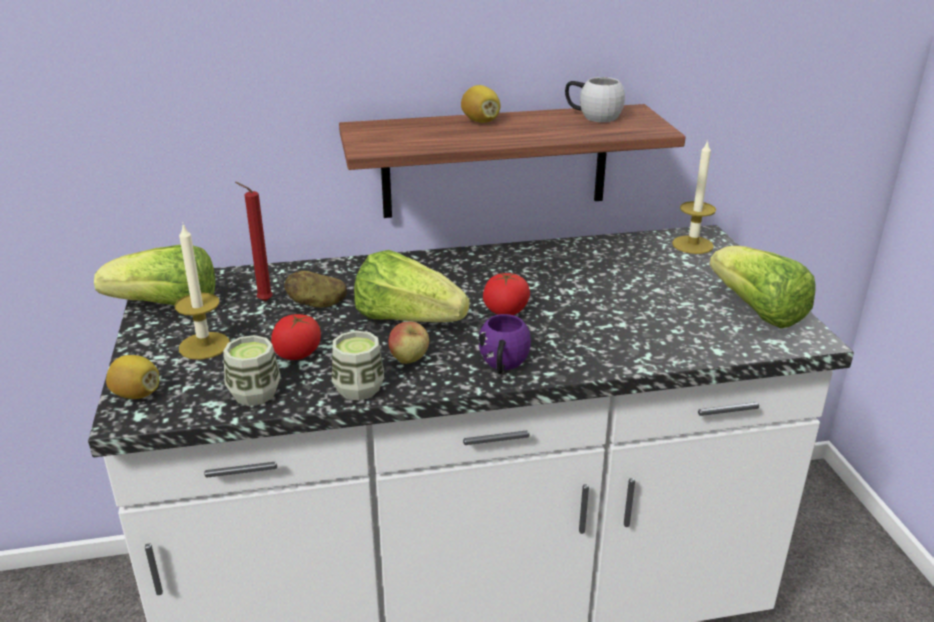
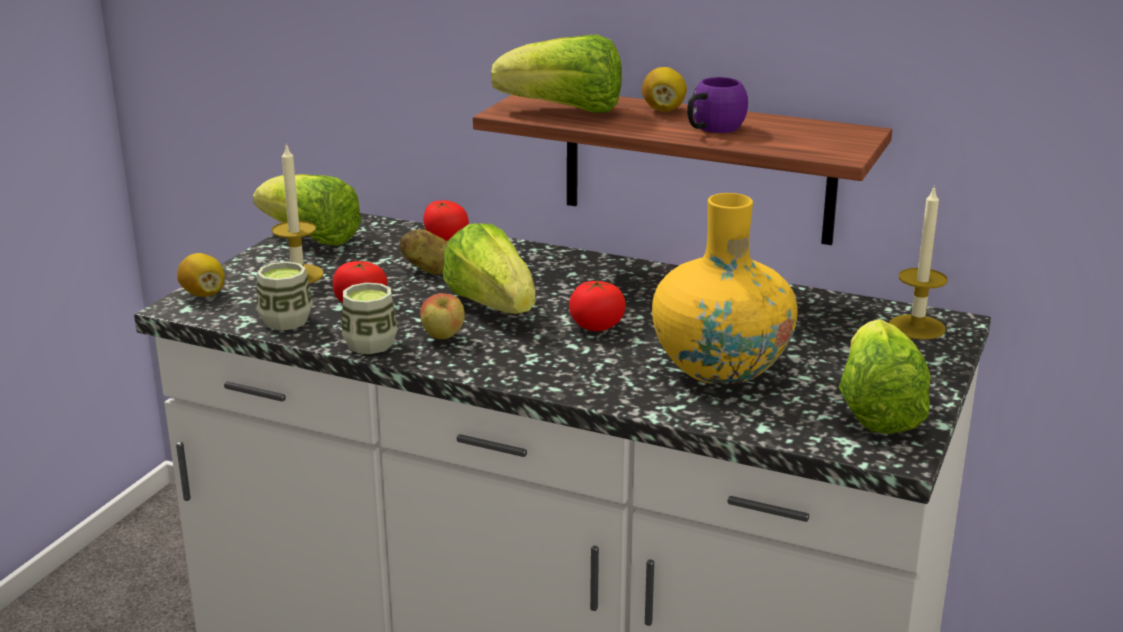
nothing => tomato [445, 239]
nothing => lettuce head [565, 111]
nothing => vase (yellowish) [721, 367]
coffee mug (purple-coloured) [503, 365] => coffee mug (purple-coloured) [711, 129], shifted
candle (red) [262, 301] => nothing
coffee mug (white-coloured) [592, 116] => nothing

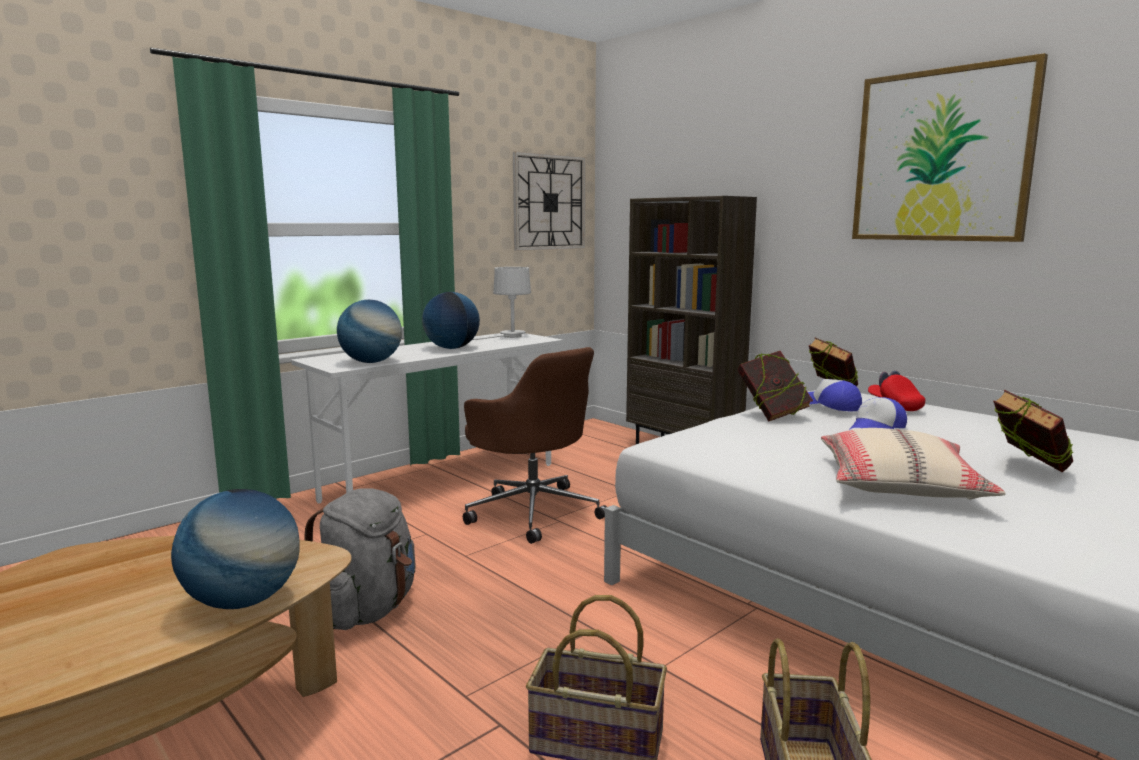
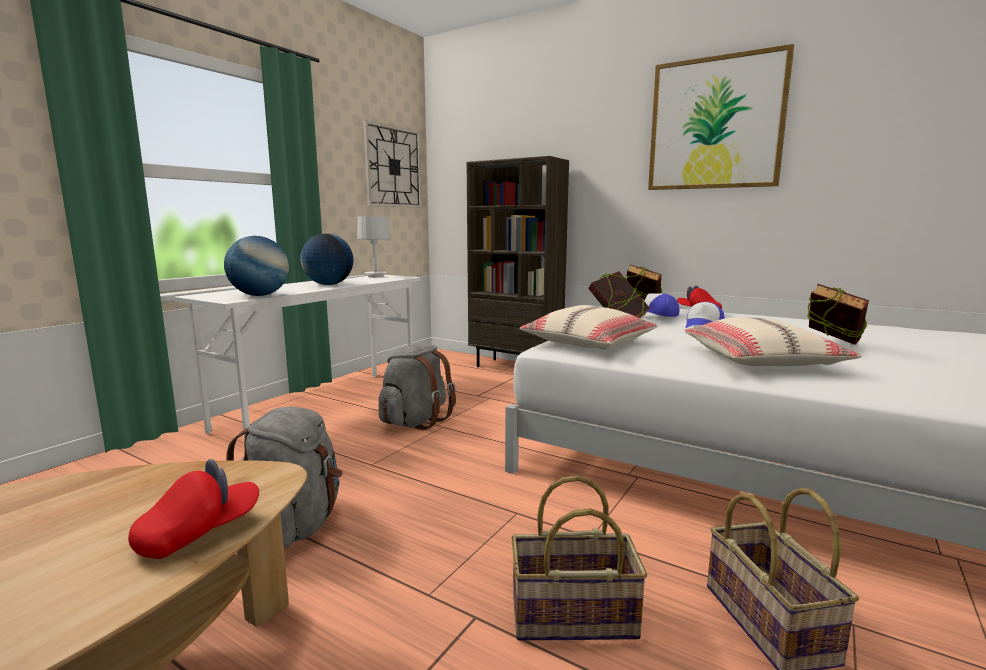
globe [243, 601] => peaked cap (red) [200, 533]
desk chair (brown-coloured) [533, 511] => knapsack (grey) [416, 421]
nothing => pillow (beige-coloured) [588, 343]

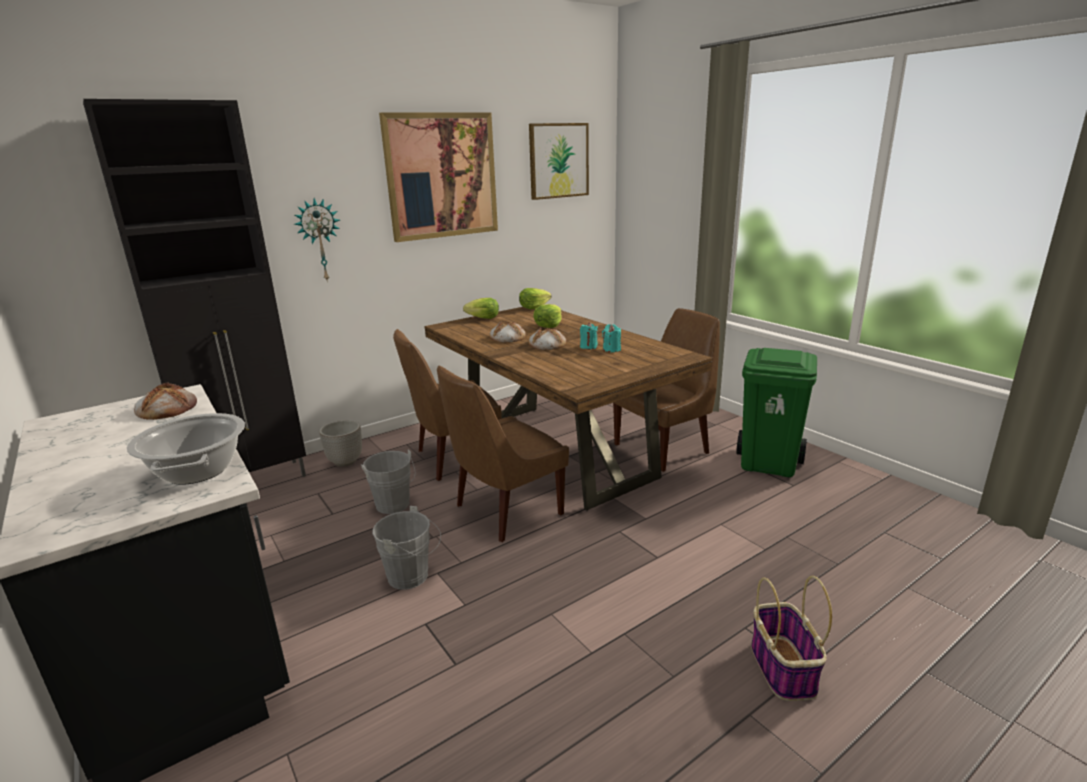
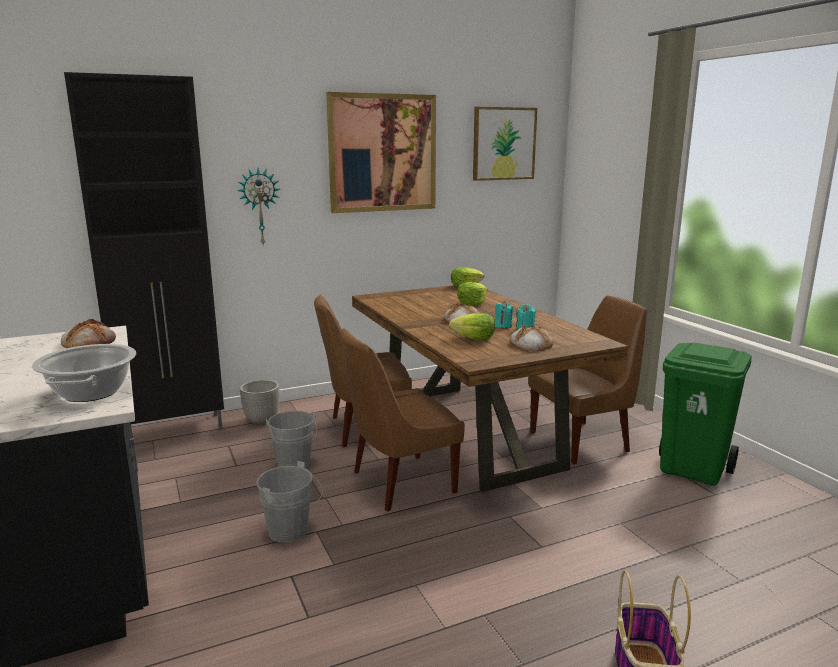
lettuce head [483, 318] => lettuce head [474, 339], shifted
bread [507, 337] => bread [530, 344], shifted

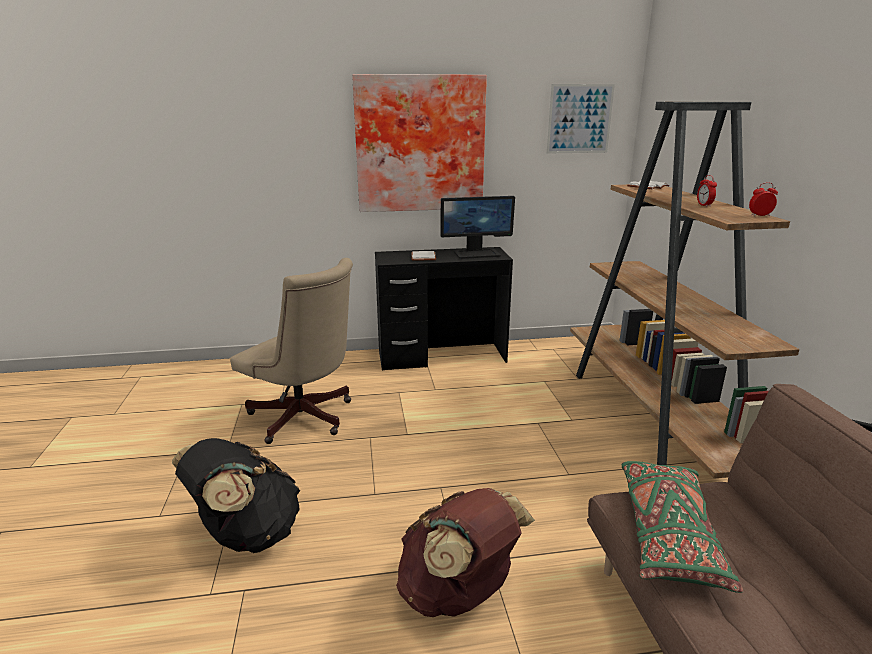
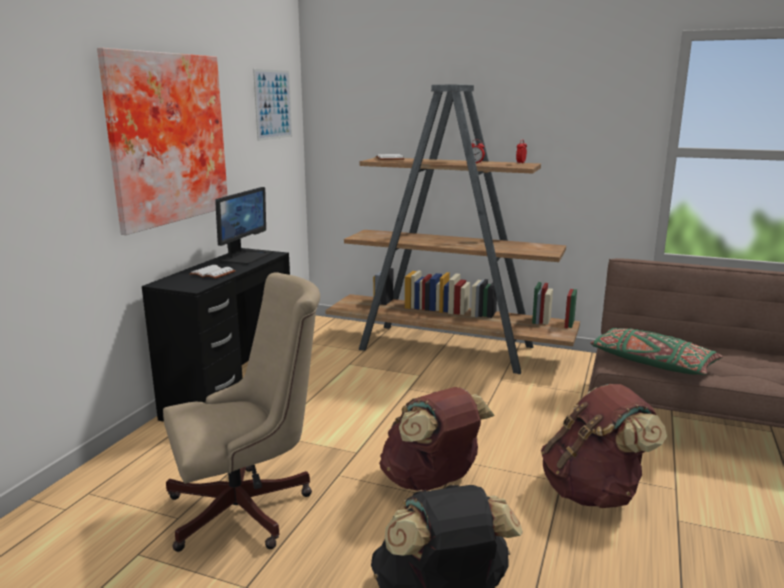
nothing => knapsack (brown-coloured) [432, 482]

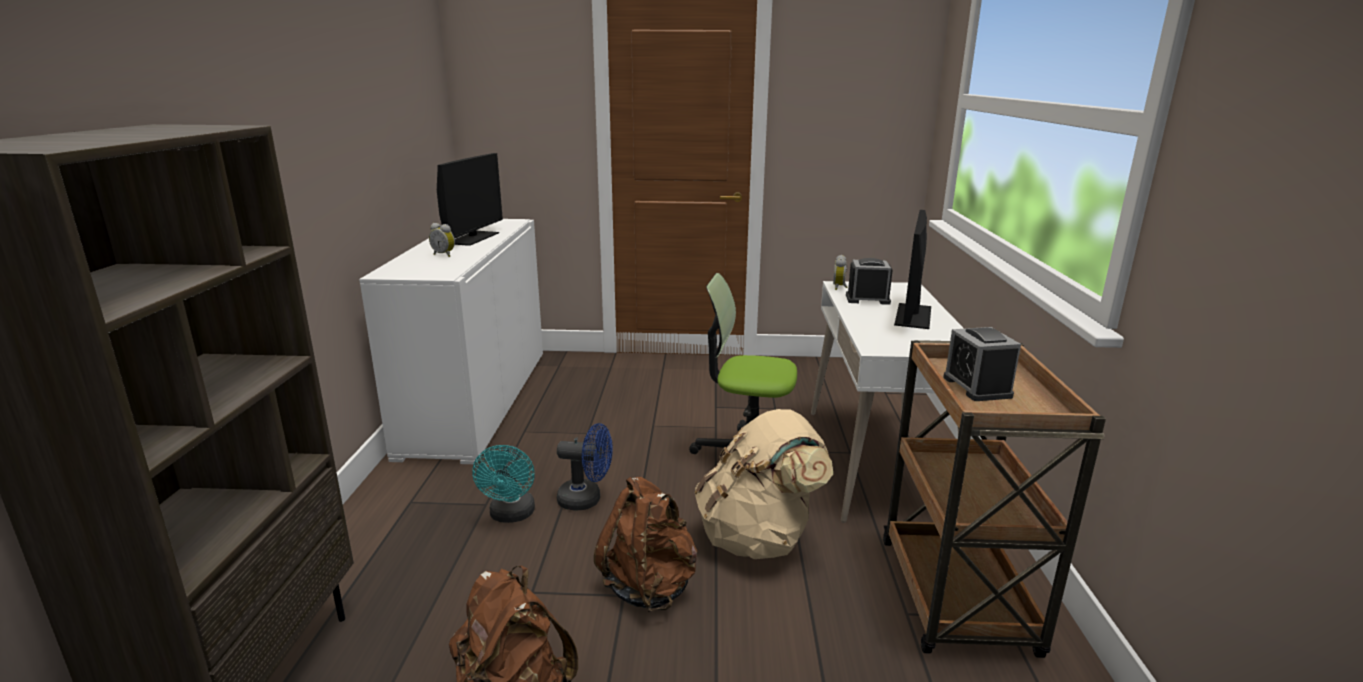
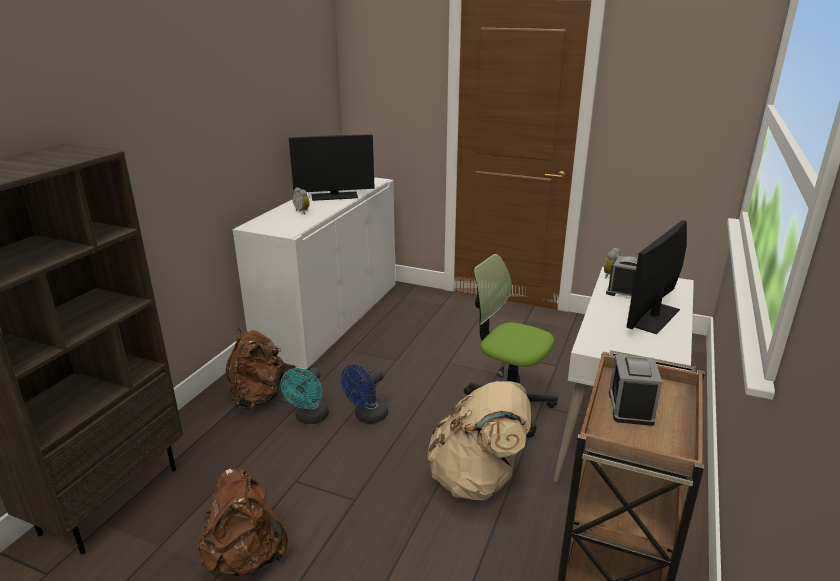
knapsack (brown-coloured) [649, 586] => knapsack (brown-coloured) [258, 397], shifted
computer display [473, 238] => computer display [334, 196], 45 degrees clockwise
fan (bluish) [586, 500] => fan (bluish) [367, 417], 105 degrees clockwise

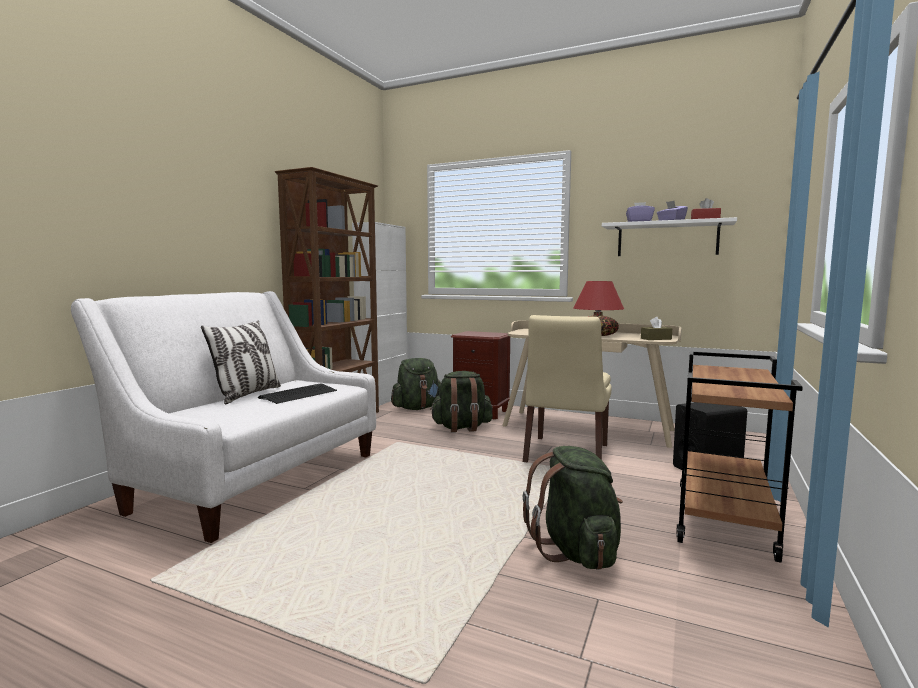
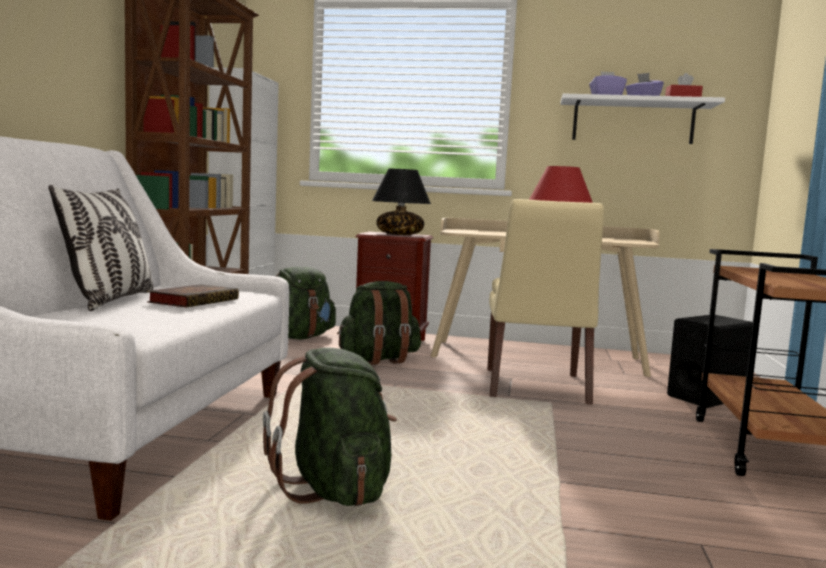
computer keyboard [299, 395] => bound book [195, 301]
knapsack (green-coloured) [576, 551] => knapsack (green-coloured) [335, 489], shifted
nothing => table lamp (black) [400, 234]
tissue holder (brown-coloured) [656, 339] => nothing

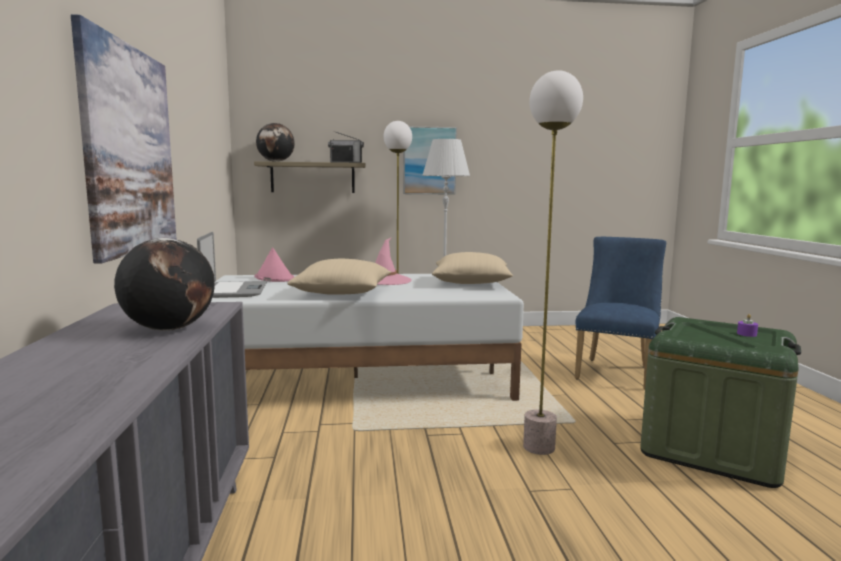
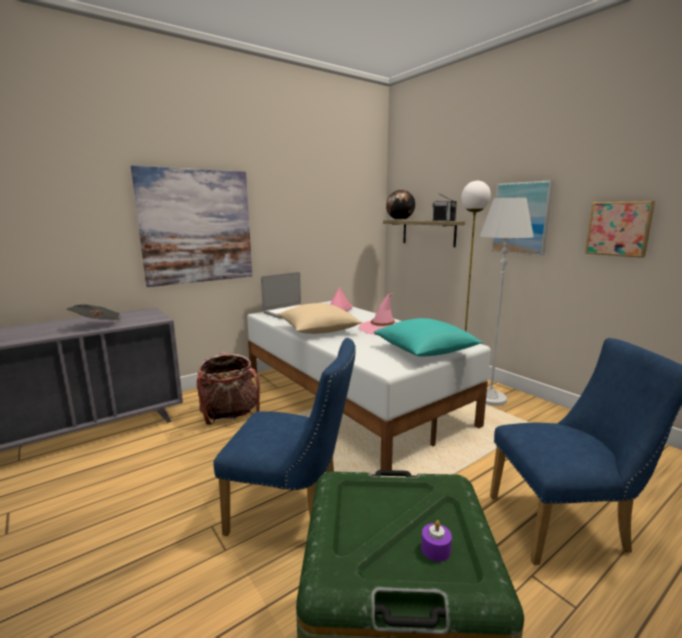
globe [168, 329] => daily paper [99, 325]
nothing => knapsack [230, 415]
floor lamp [539, 447] => plain chair (bluish) [294, 513]
pillow (beige-coloured) [471, 283] => pillow (blue-green) [425, 351]
nothing => wall art [619, 228]

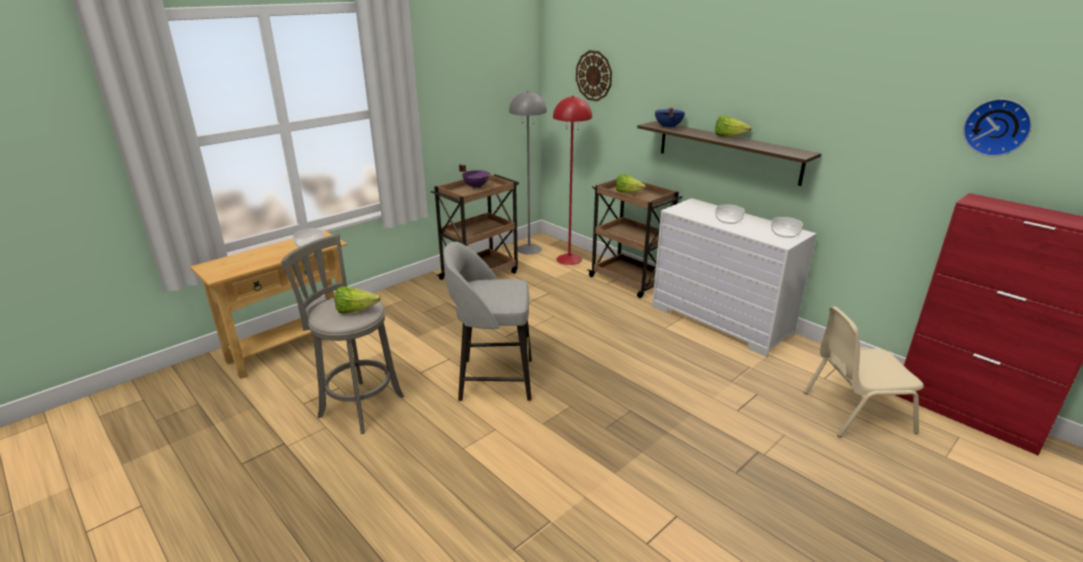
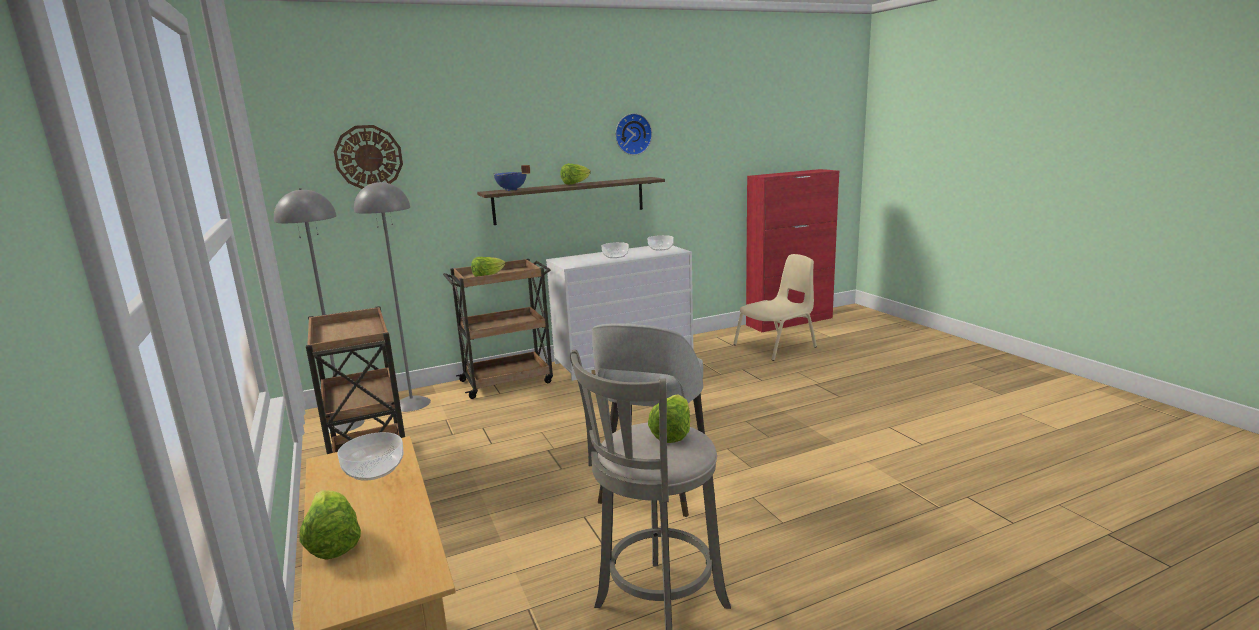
nothing => lettuce head [332, 543]
floor lamp (red) [569, 259] => floor lamp (grey) [412, 403]
hanging clock [997, 127] => hanging clock [632, 134], shifted
plain chair (beige-coloured) [855, 411] => plain chair (beige-coloured) [776, 346], 135 degrees counterclockwise
stockpot (purple-coloured) [476, 186] => nothing

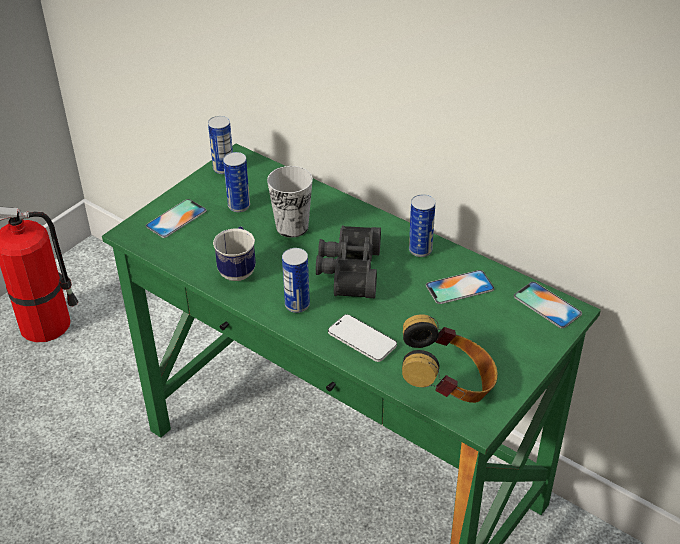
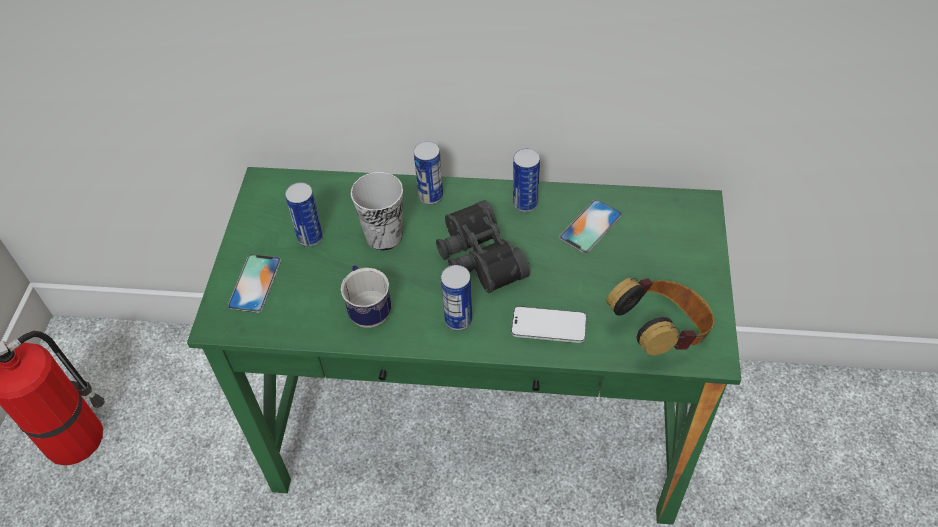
can [223, 168] => can [430, 196], shifted
phone [547, 305] => nothing

